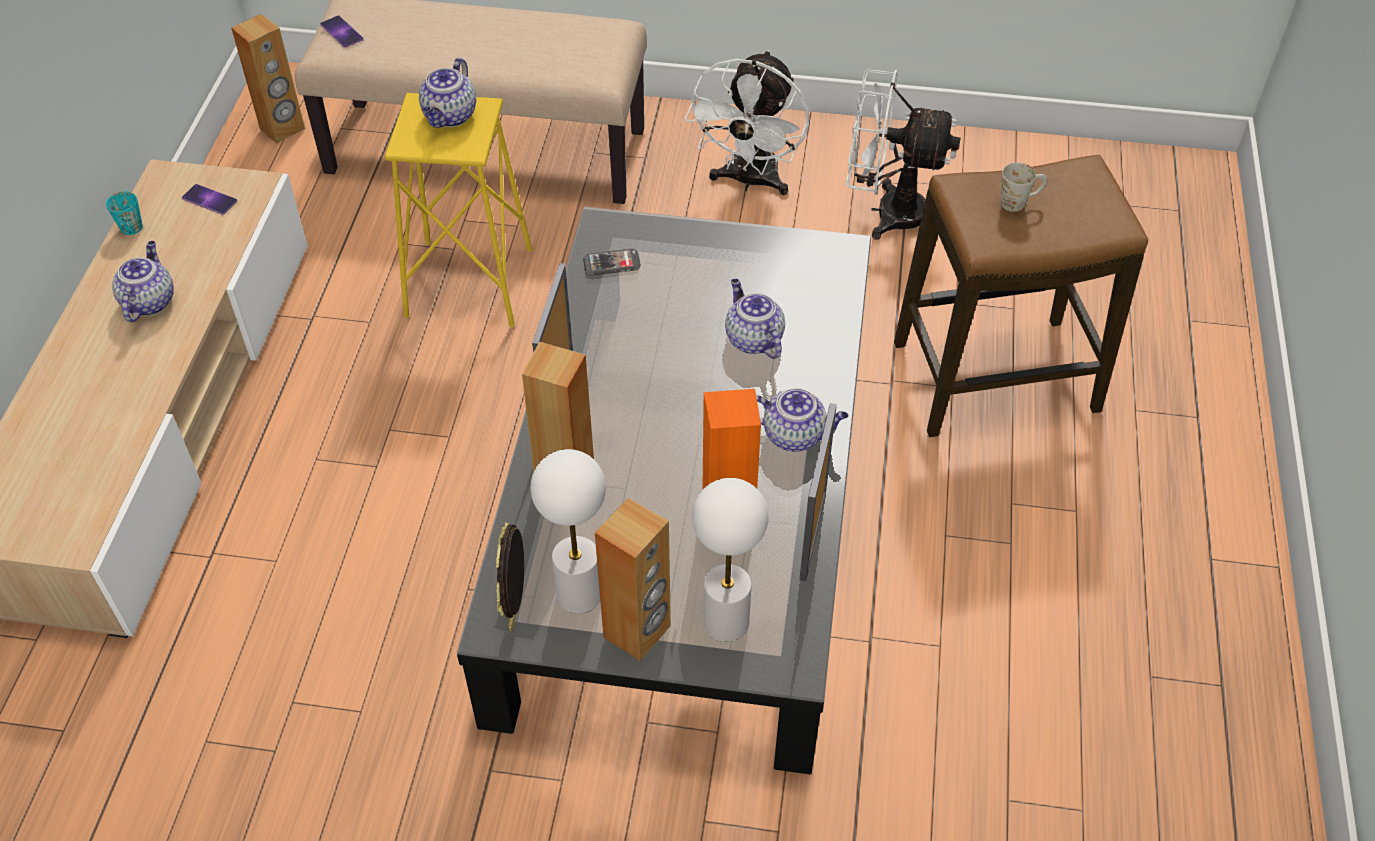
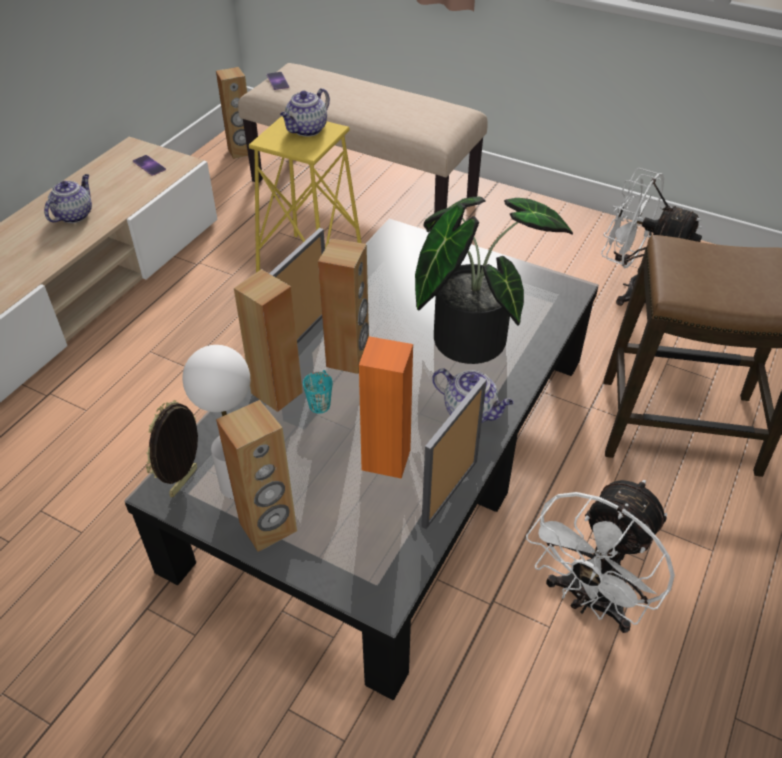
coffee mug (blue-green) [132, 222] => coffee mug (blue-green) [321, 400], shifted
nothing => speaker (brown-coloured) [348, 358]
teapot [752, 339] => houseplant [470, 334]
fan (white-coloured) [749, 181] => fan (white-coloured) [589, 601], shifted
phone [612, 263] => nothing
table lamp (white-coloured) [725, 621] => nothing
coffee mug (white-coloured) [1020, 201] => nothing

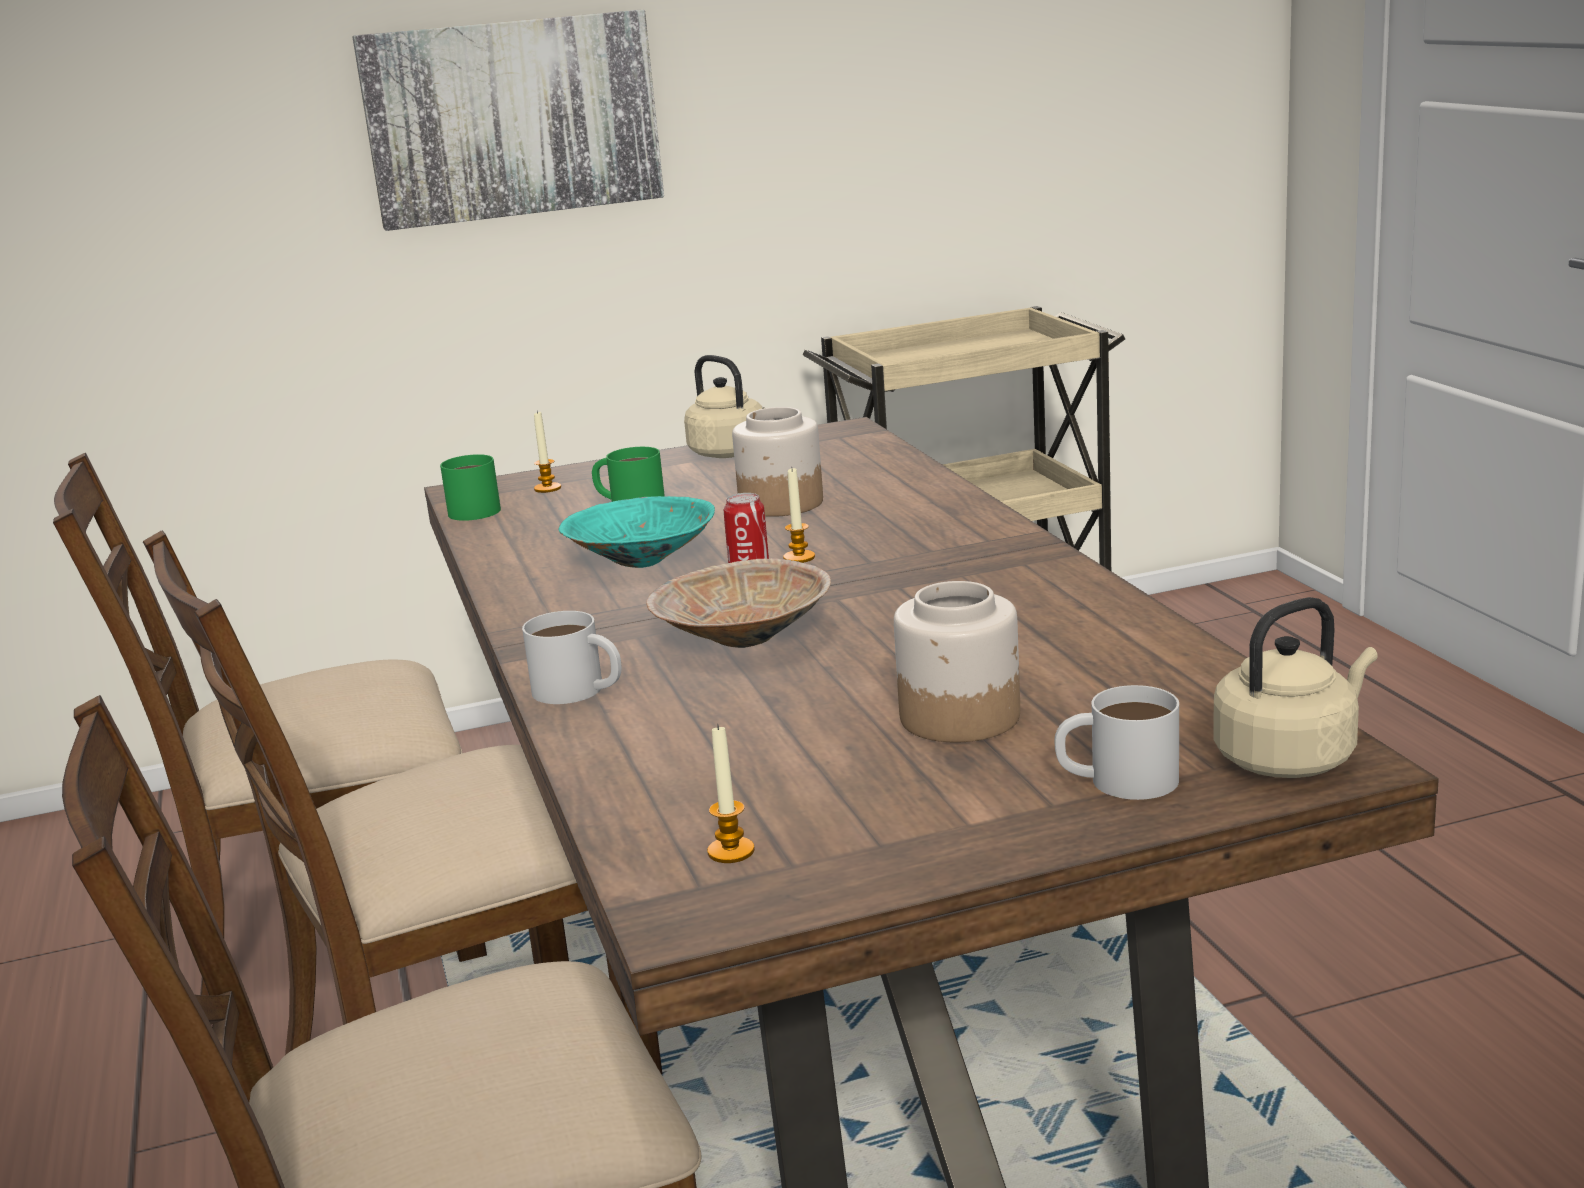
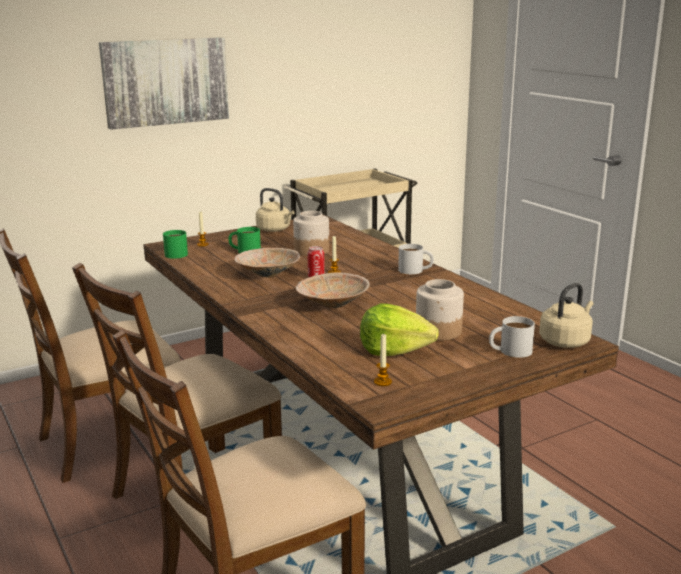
serving bowl (blue-green) [641, 560] => serving bowl (beige-coloured) [267, 274]
nothing => lettuce head [394, 350]
coffee mug (white-coloured) [580, 691] => coffee mug (white-coloured) [415, 270], shifted

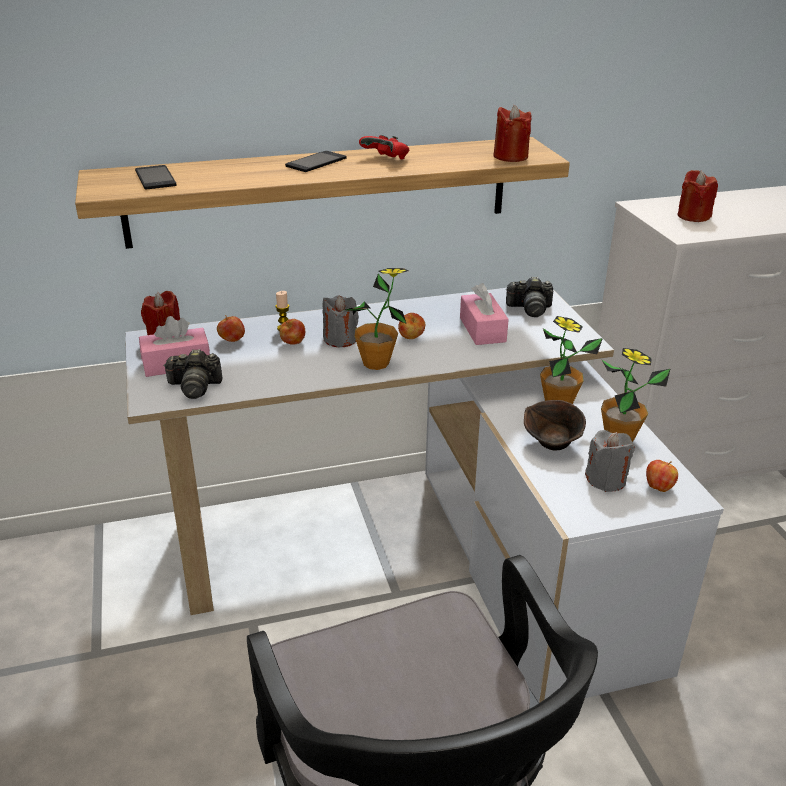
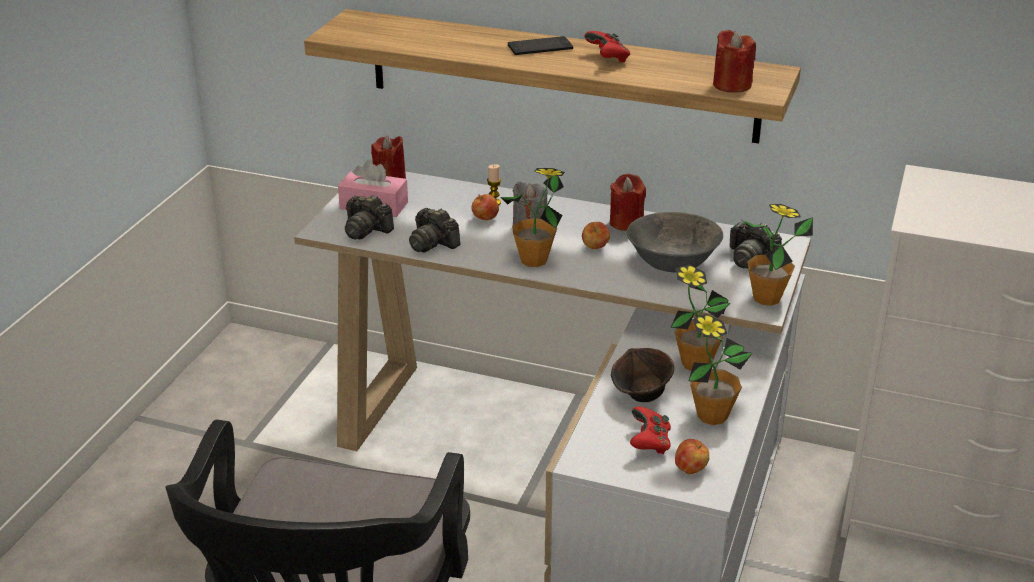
nothing => still camera [432, 243]
candle (red) [693, 216] => candle (red) [626, 222], shifted
tissue holder (pink-coloured) [482, 330] => serving bowl (grey) [673, 263]
candle (grey) [606, 480] => game controller (red) [649, 443]
nothing => houseplant [767, 298]
phone [155, 178] => nothing
whole apple [232, 340] => nothing

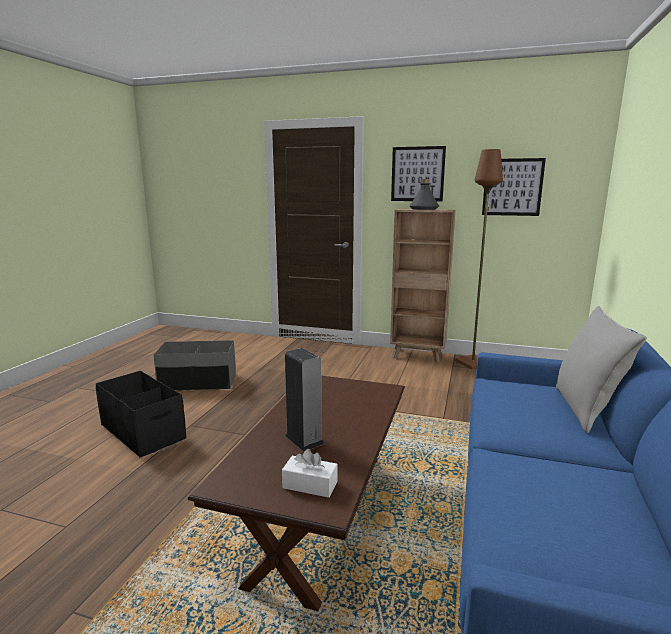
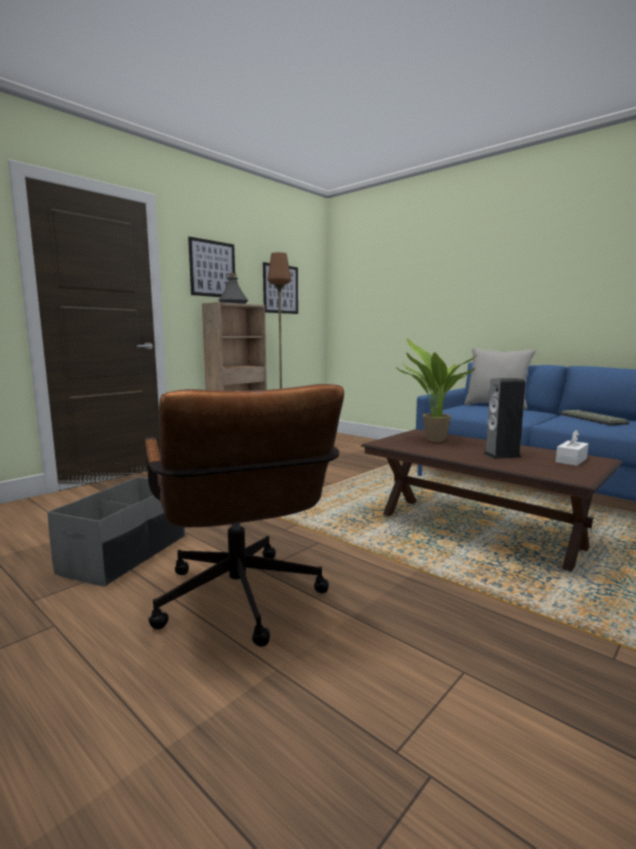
storage container (black) [143, 431] => desk chair (brown-coloured) [242, 605]
nothing => houseplant [432, 440]
nothing => computer keyboard [590, 419]

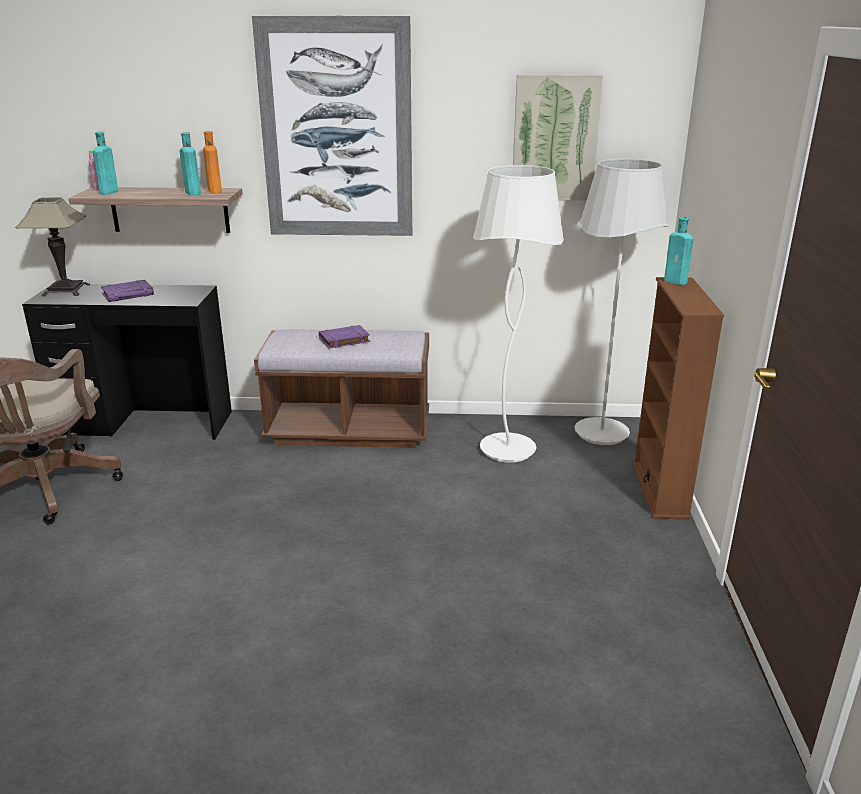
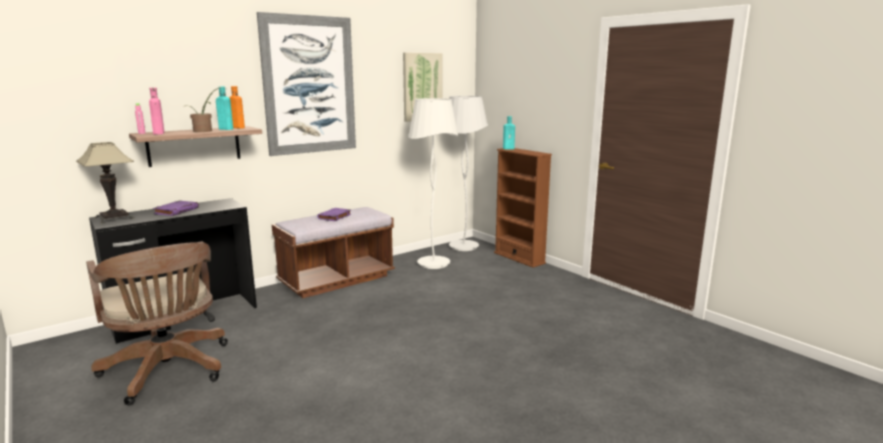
bottle (blue-green) [108, 193] => bottle (pink-coloured) [159, 133]
nothing => houseplant [205, 131]

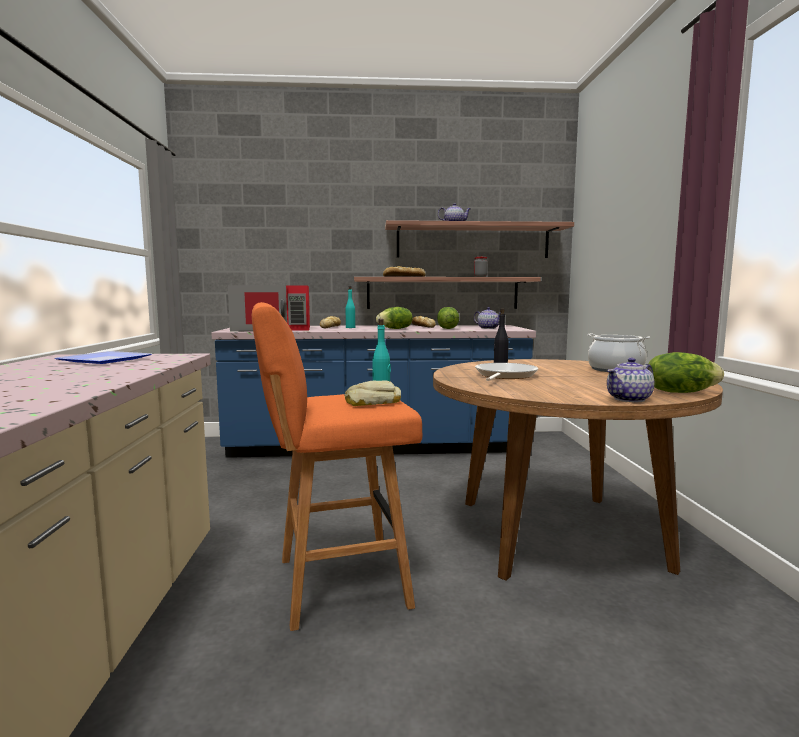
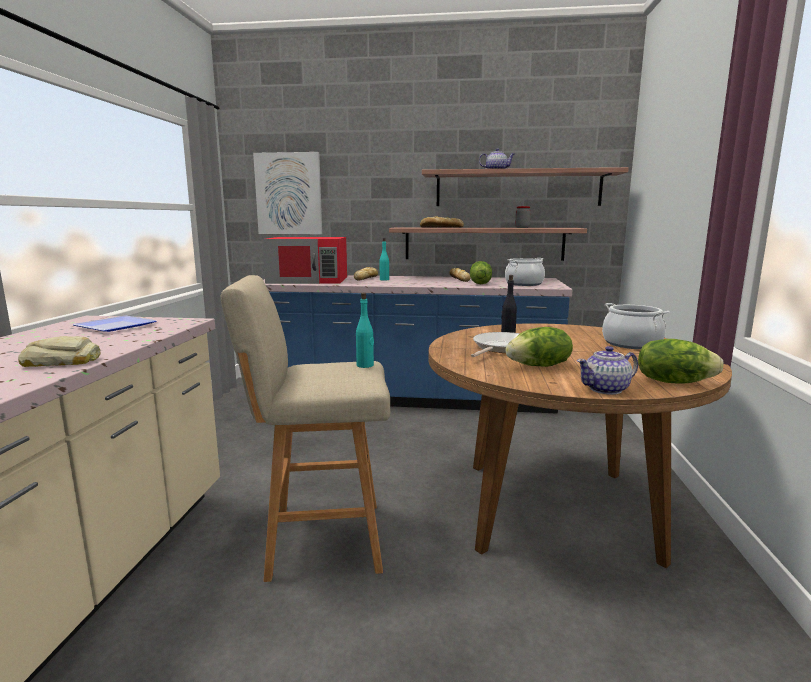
bread [372, 402] => bread [62, 361], shifted
stool seat (orange) [336, 583] => stool seat (beige-coloured) [320, 539]
nothing => wall art [289, 194]
teapot [488, 328] => stockpot [524, 284]
lettuce head [395, 329] => lettuce head [539, 366], shifted

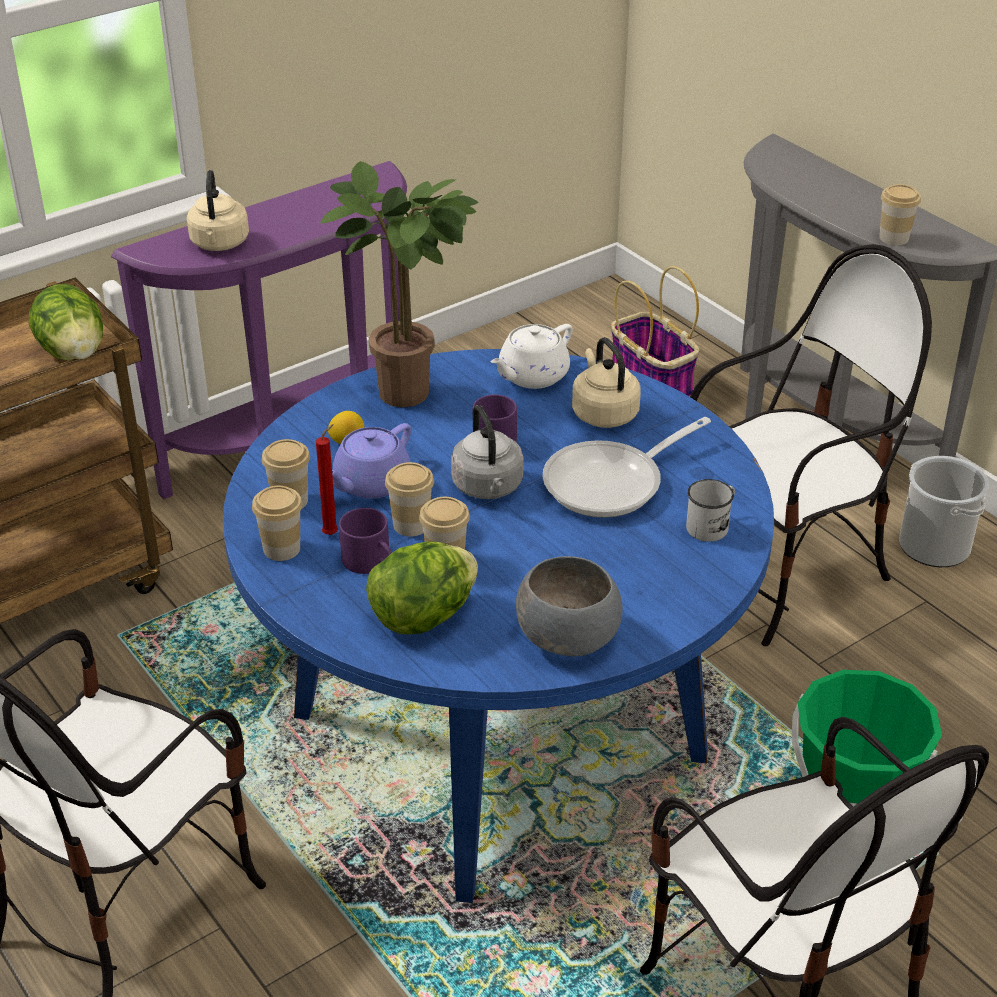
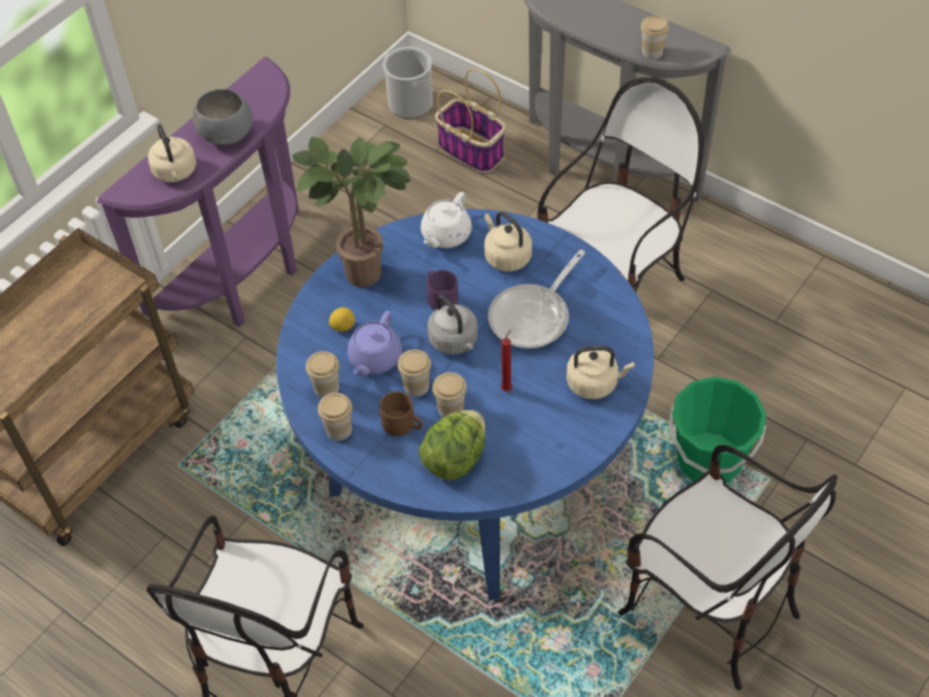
serving bowl (grey) [569, 638] => serving bowl (grey) [227, 134], shifted
coffee mug (purple-coloured) [372, 562] => coffee mug (brown-coloured) [403, 424]
bucket [934, 546] => bucket [410, 104], shifted
candle (red) [332, 533] => candle (red) [507, 388], shifted
nothing => water kettle (beige-coloured) [595, 383]
lettuce head [73, 353] => nothing
coffee mug (white-coloured) [711, 525] => nothing

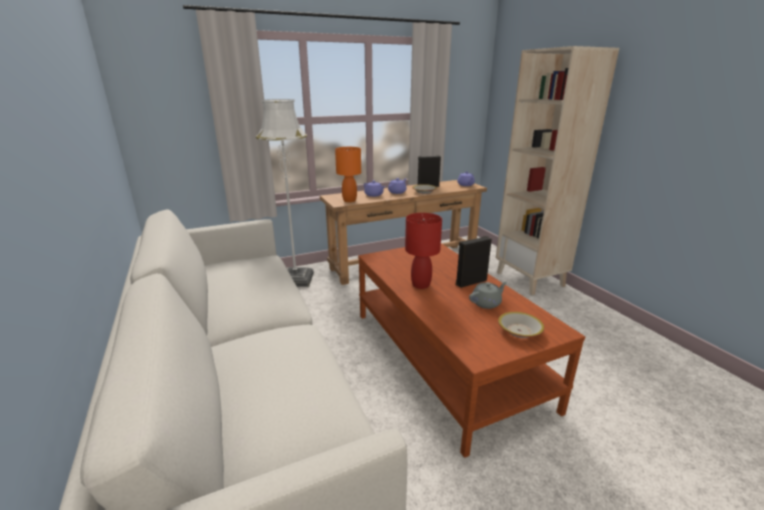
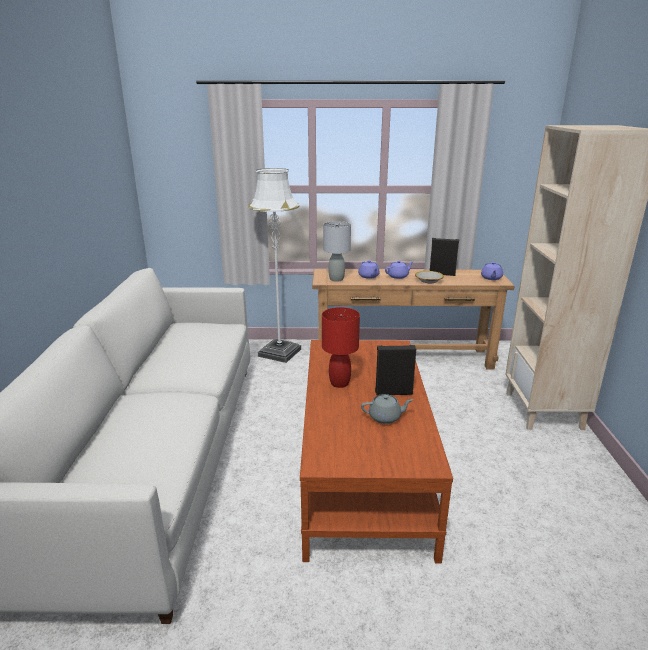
table lamp (orange) [349, 200] => table lamp (grey) [336, 279]
serving bowl [519, 331] => nothing

